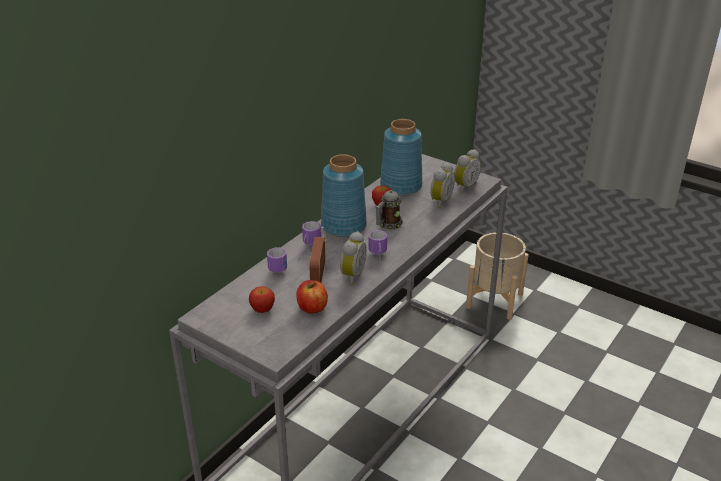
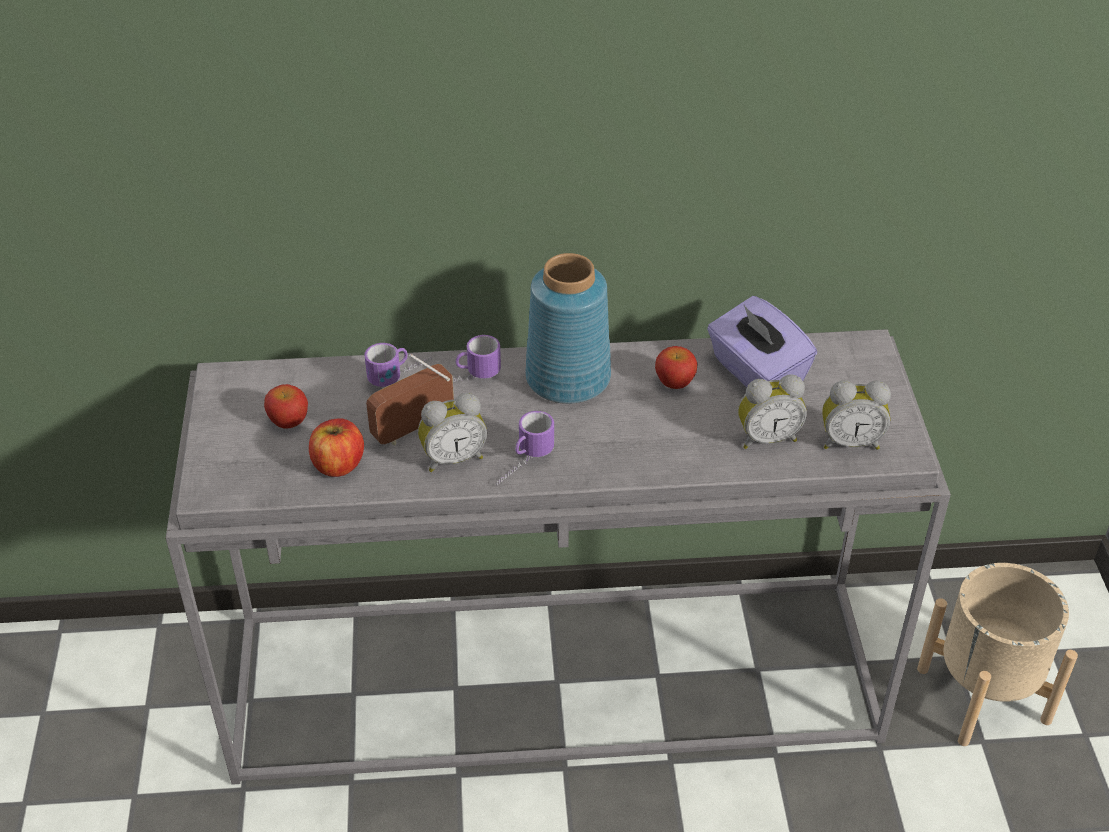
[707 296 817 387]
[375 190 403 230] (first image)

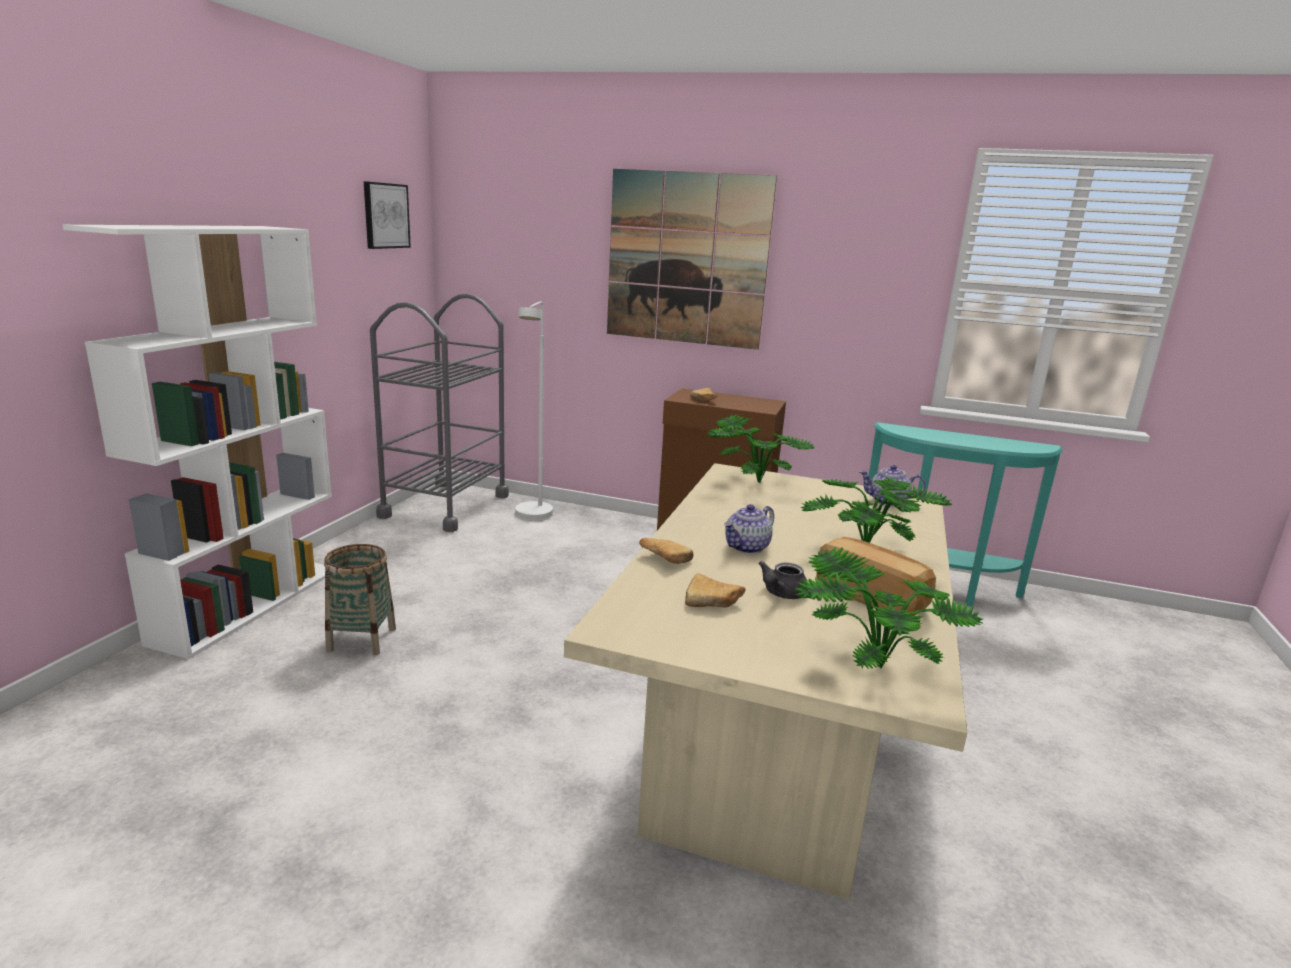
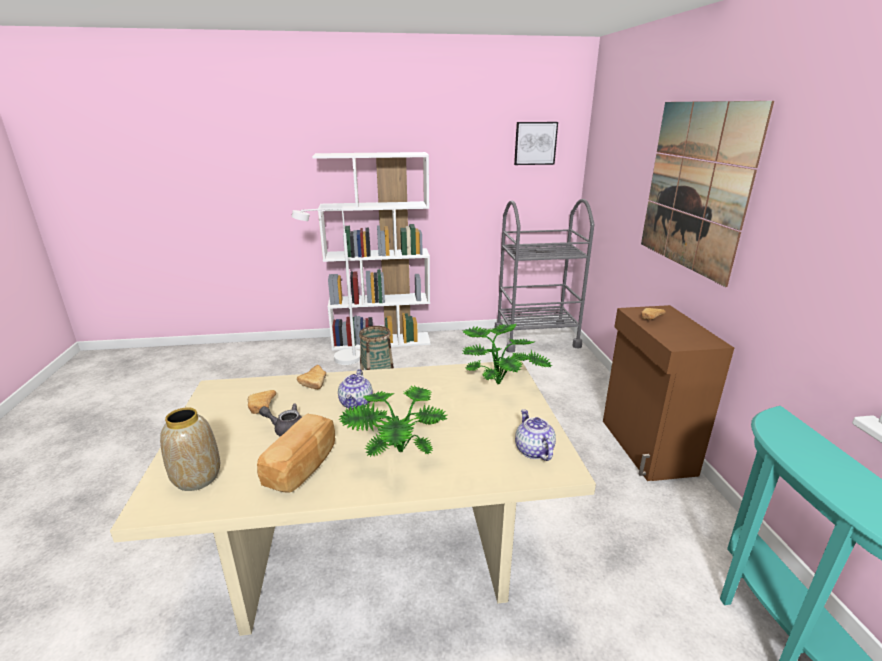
[160 407 220 491]
[292 208 360 365]
[338 369 373 410]

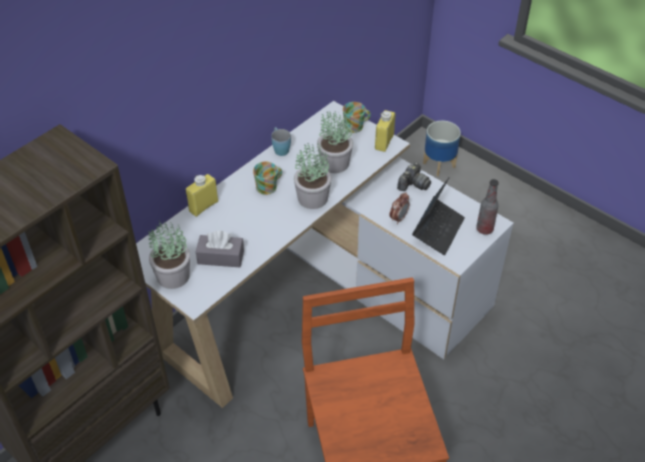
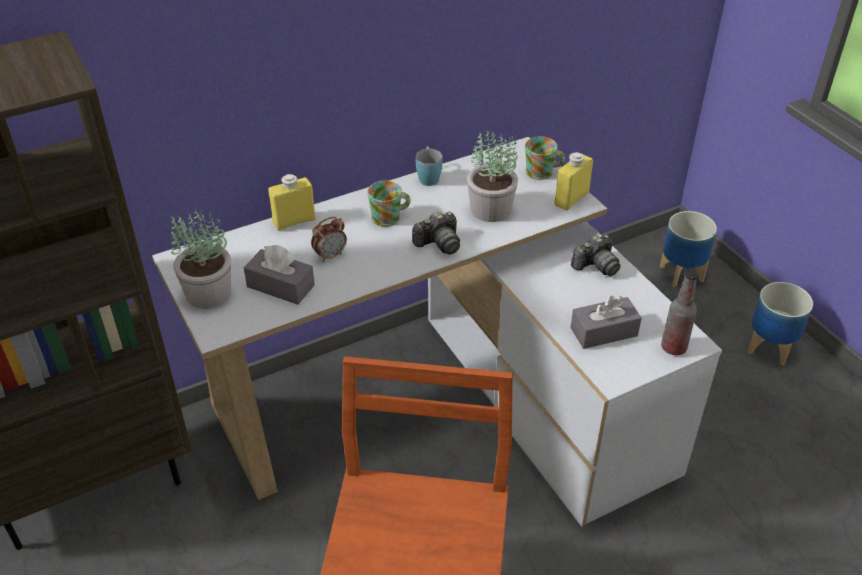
[311 217 347 262]
[412 211 460 255]
[570 296 642 349]
[747 282 813 365]

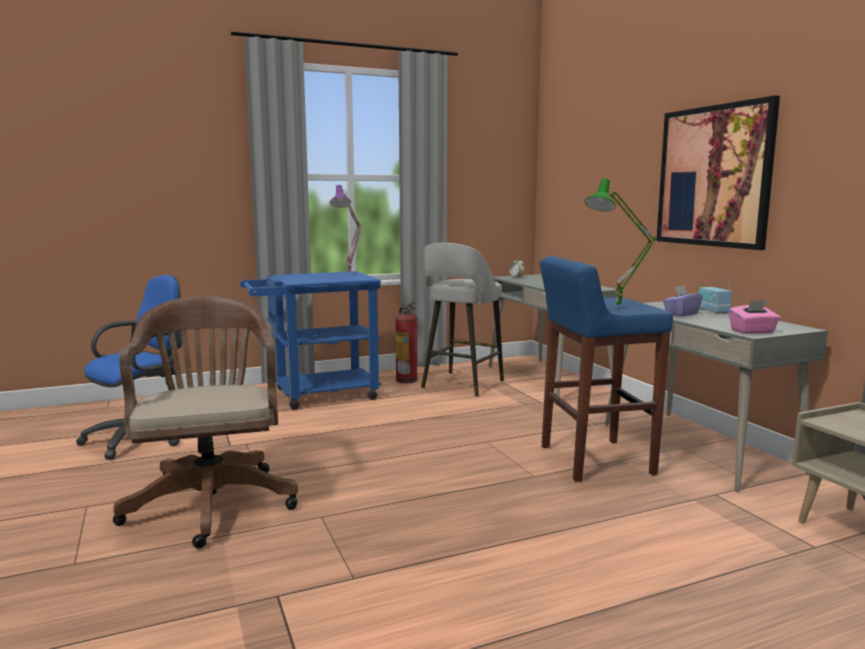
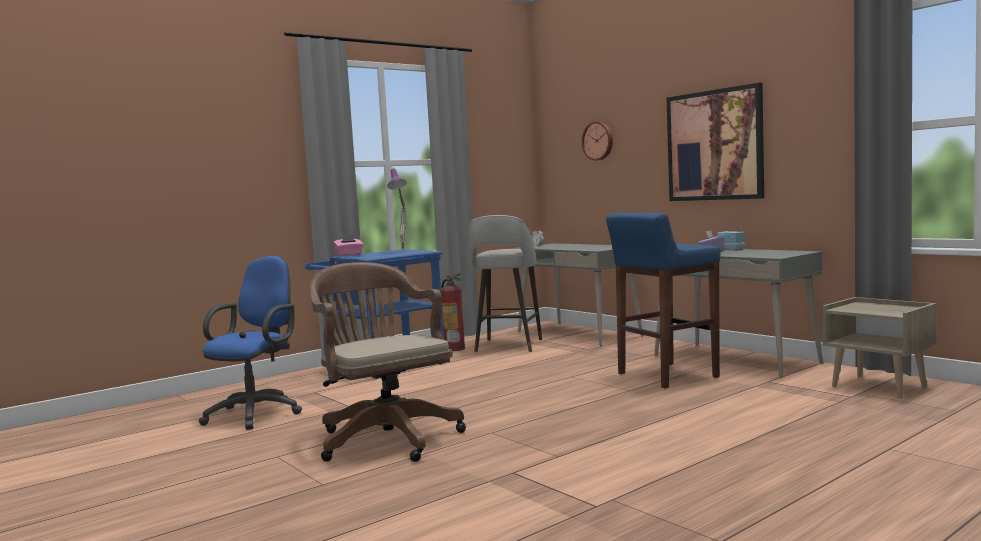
[333 234 364 256]
[582 122 613 161]
[584 178 657 308] (first image)

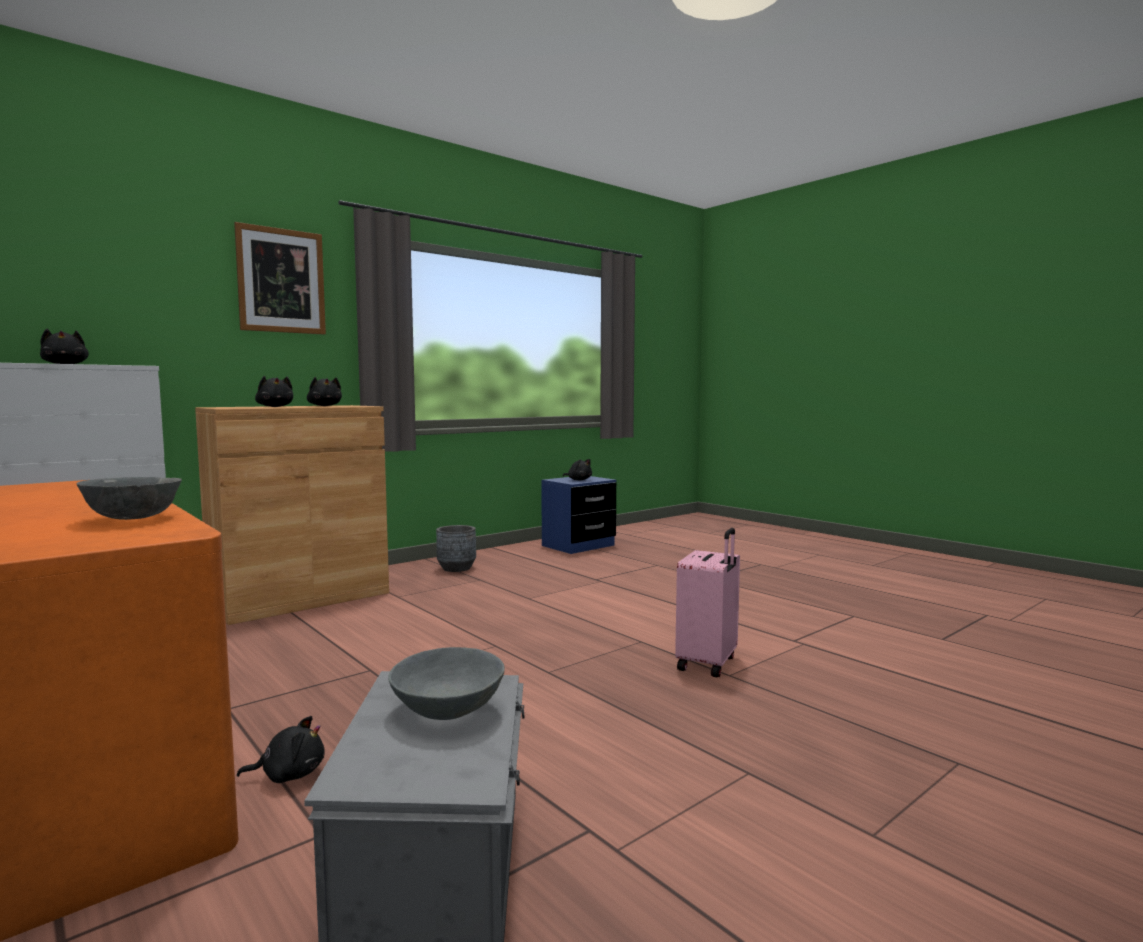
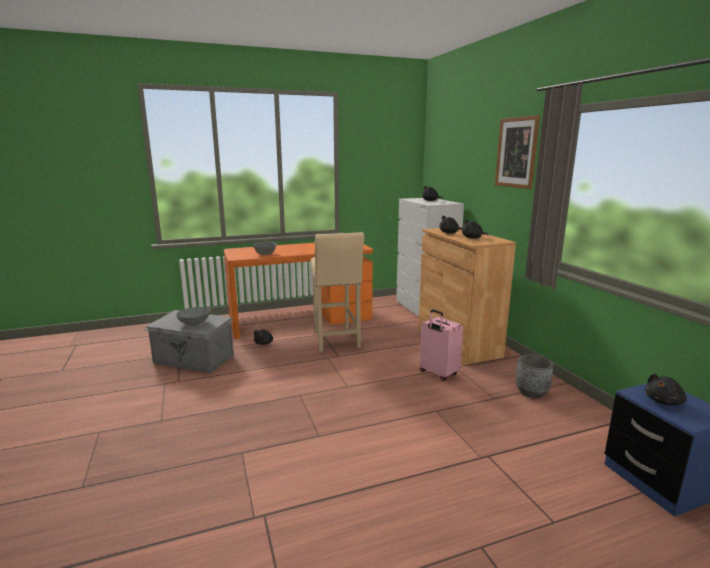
[311 232 364 352]
[420 309 463 381]

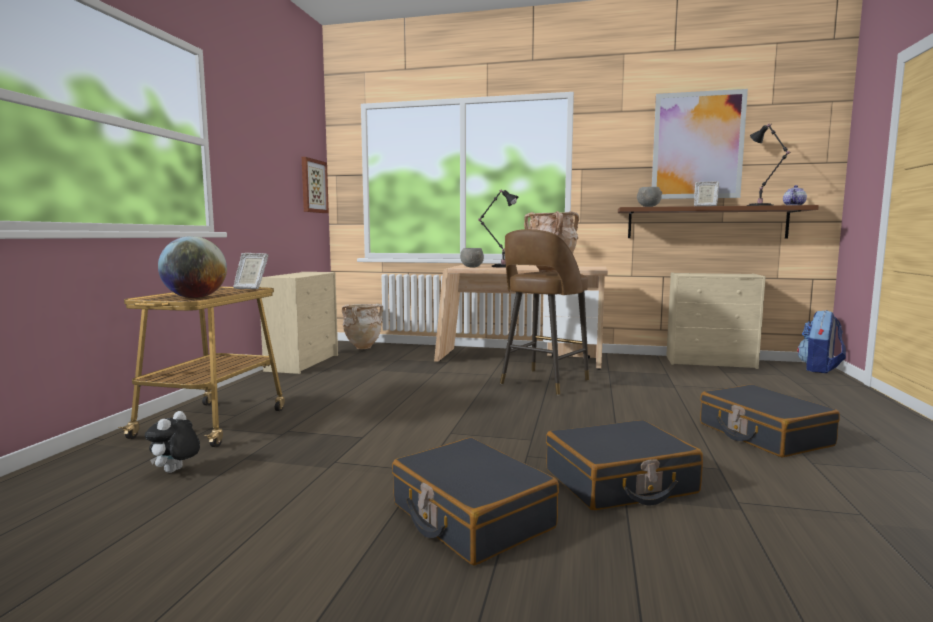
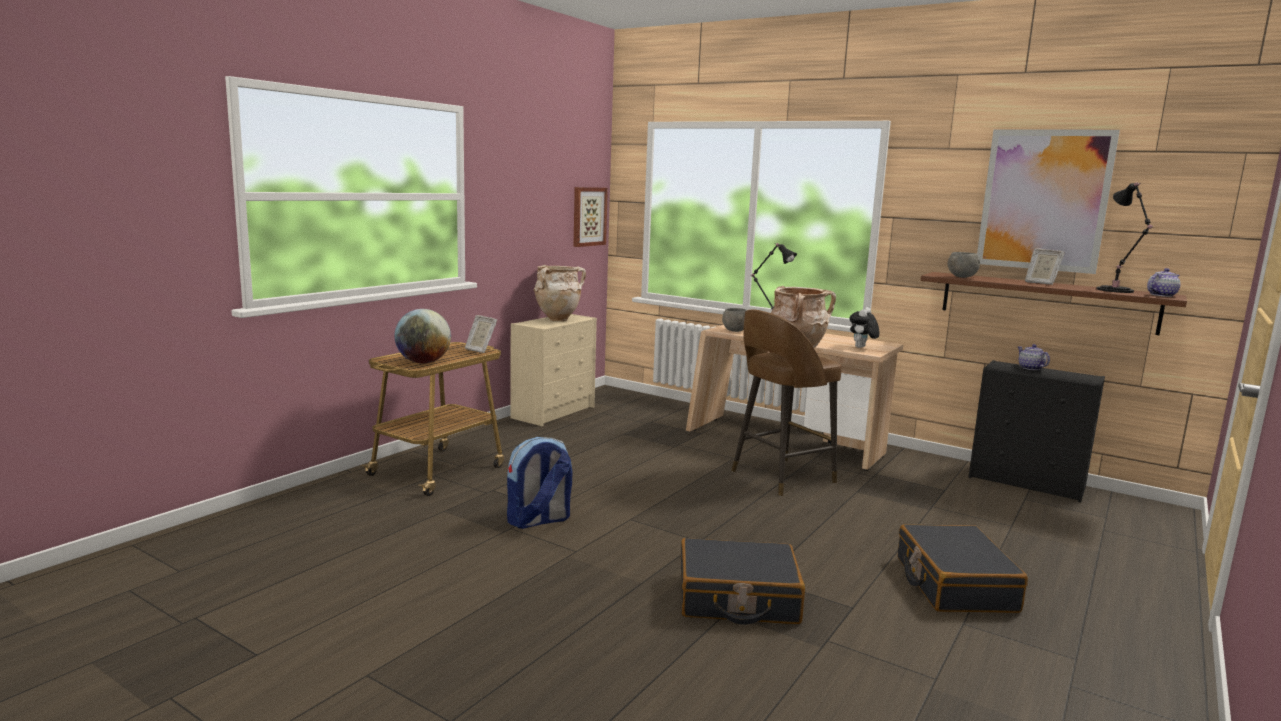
[507 437 572 529]
[533 265 586 321]
[849 307 879 348]
[968 360 1105 503]
[1018 344 1050 370]
[392 437 559 565] (first image)

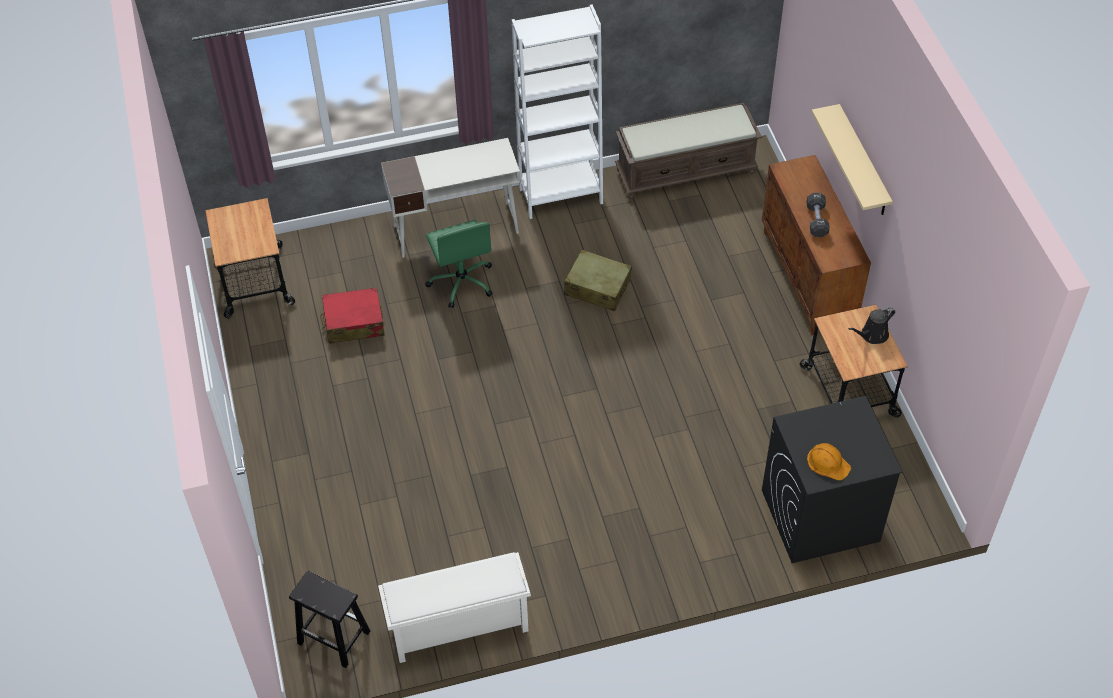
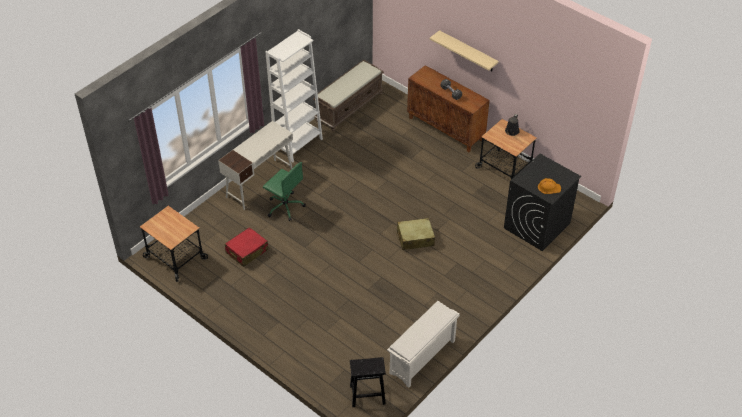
[396 218 435 250]

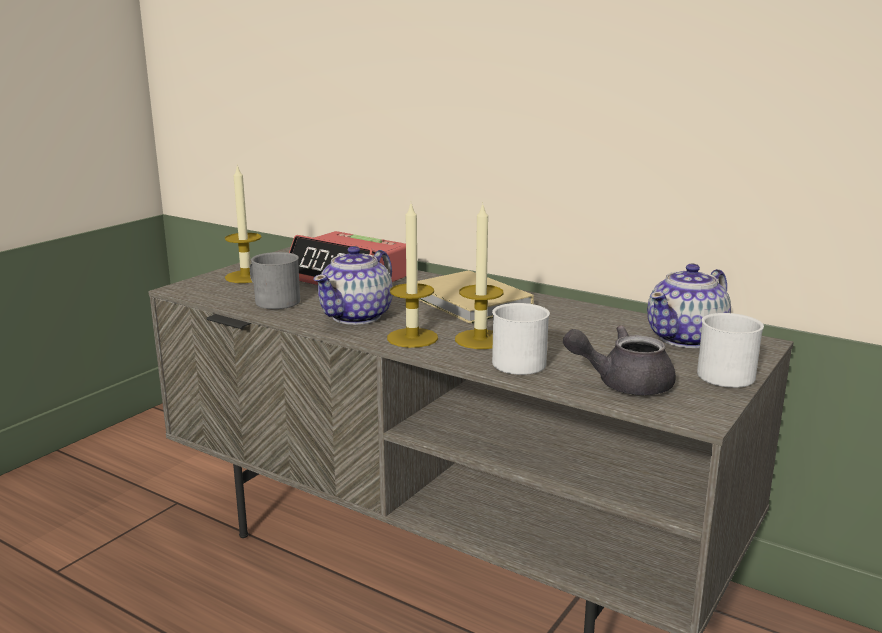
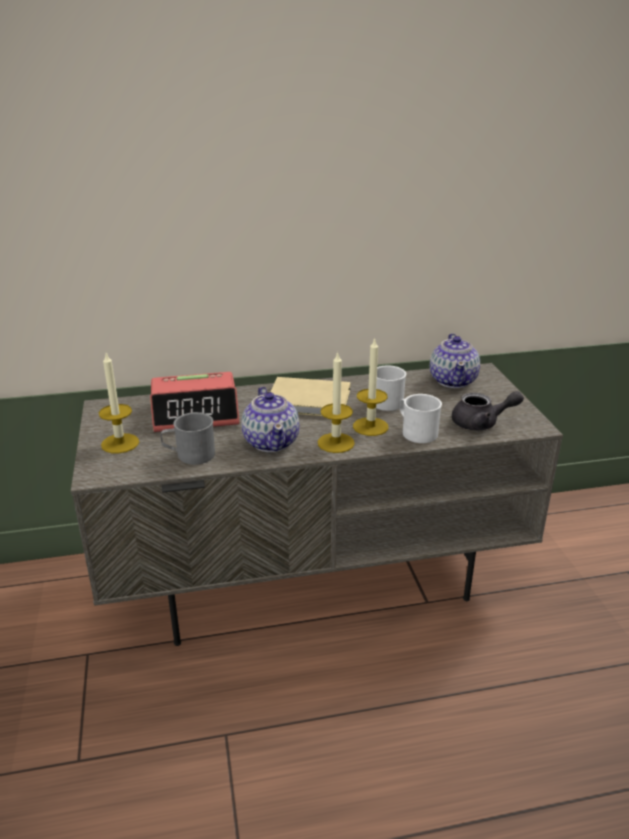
[376 365 406 411]
[452 391 524 430]

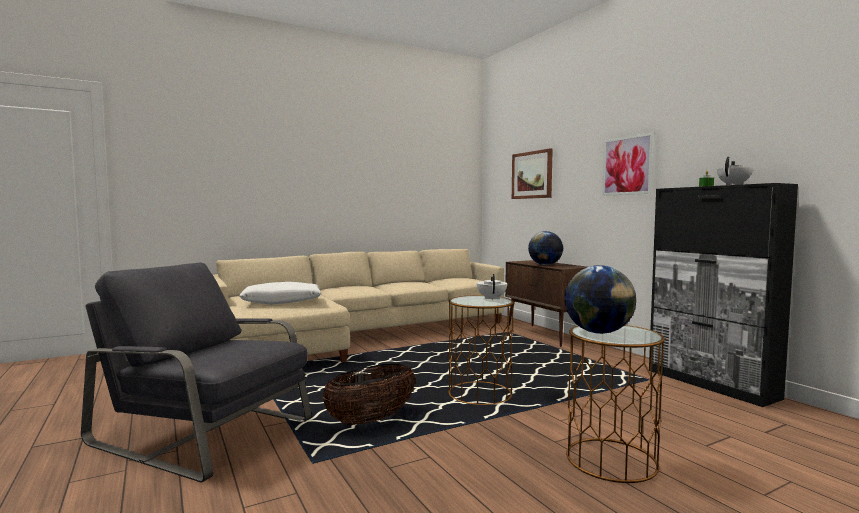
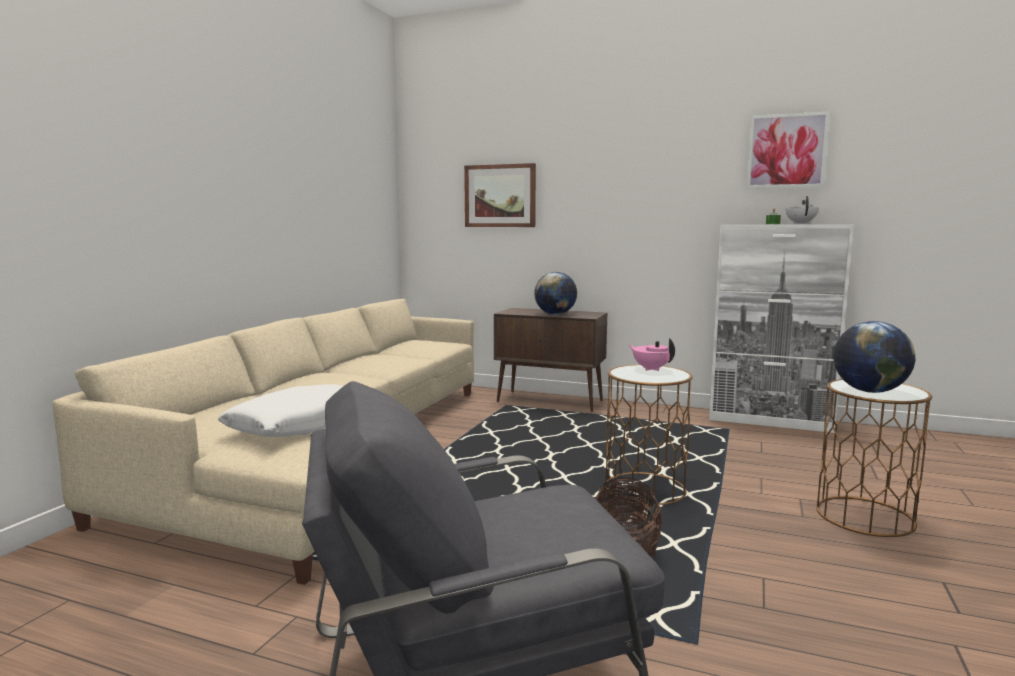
[629 338 675 371]
[709 224 854 433]
[747 111 830 189]

